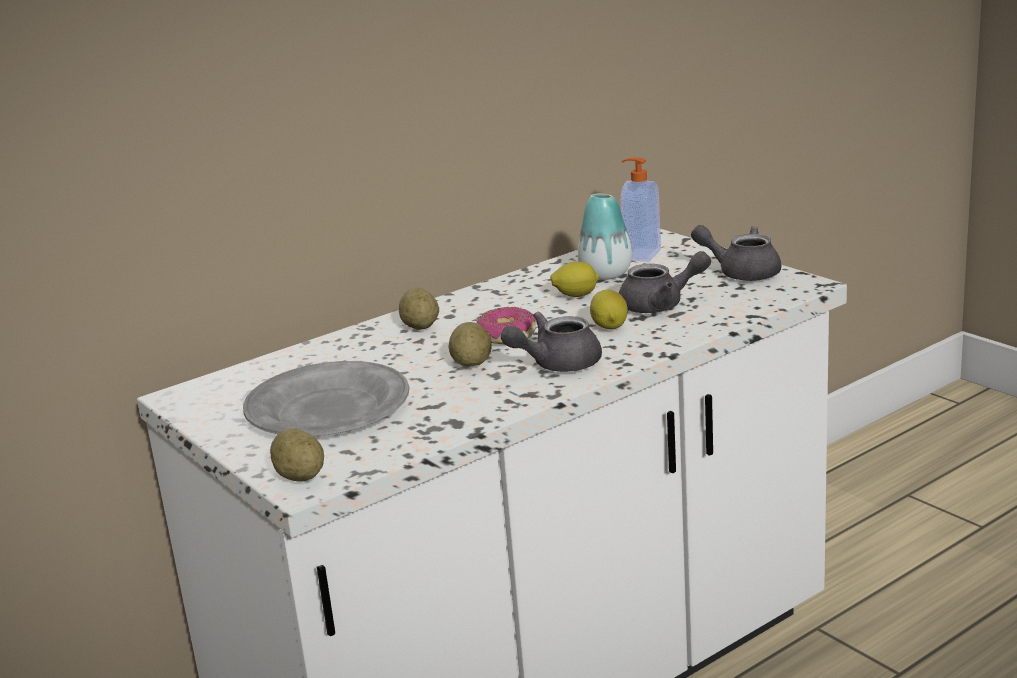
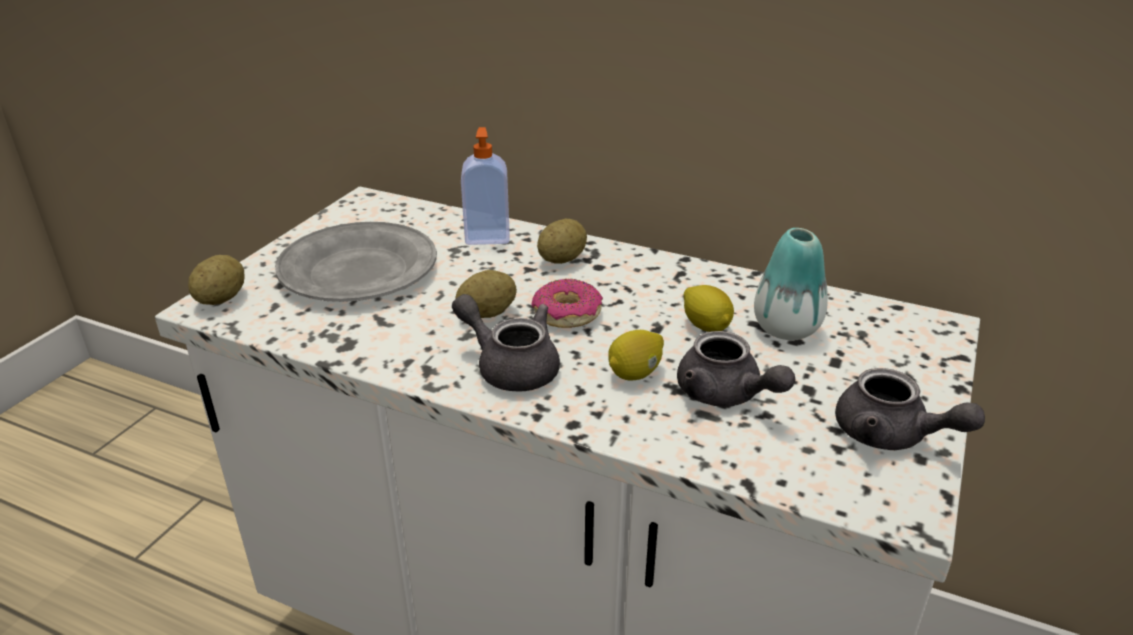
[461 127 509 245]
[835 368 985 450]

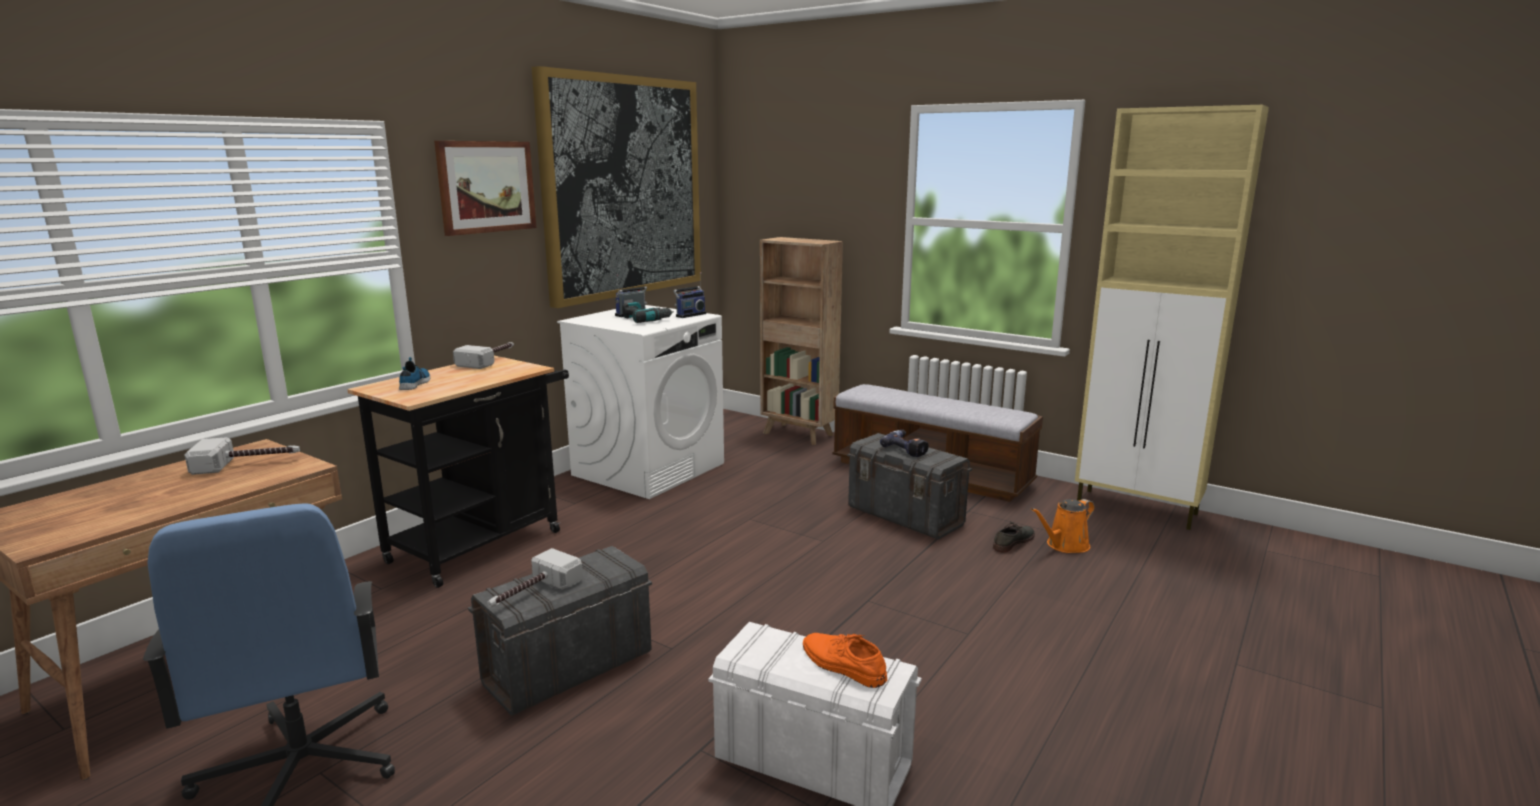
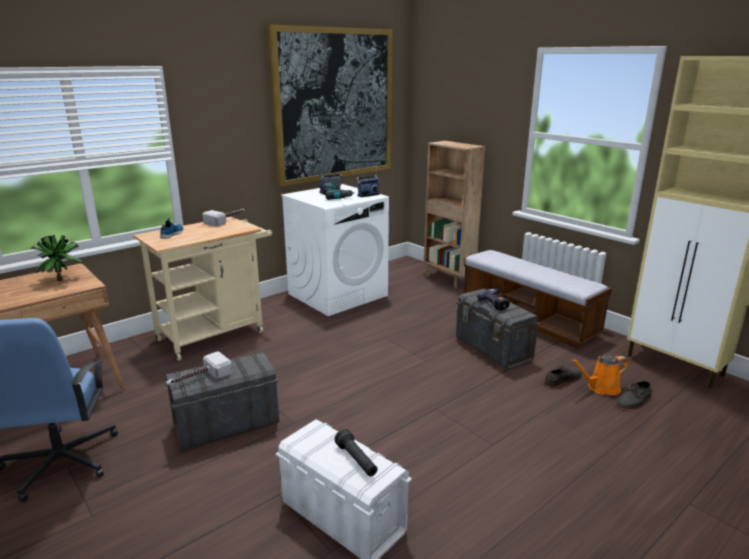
[31 235 82 281]
[133 217 272 361]
[335 429 378 476]
[617 381 652 409]
[434 141 536 236] (first image)

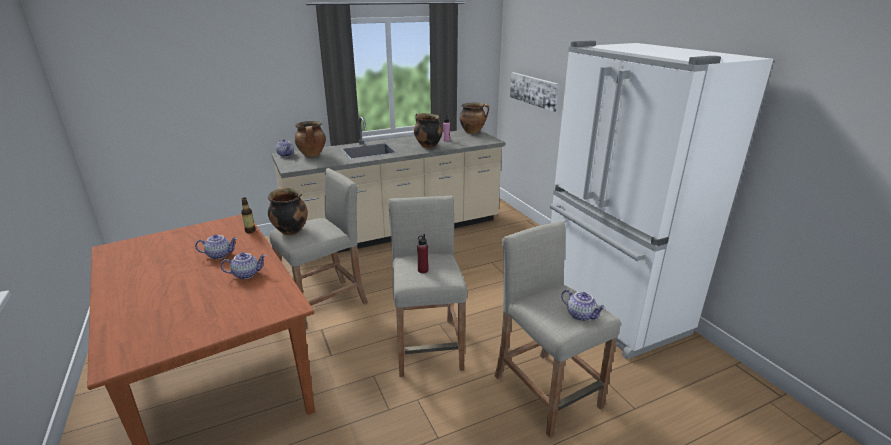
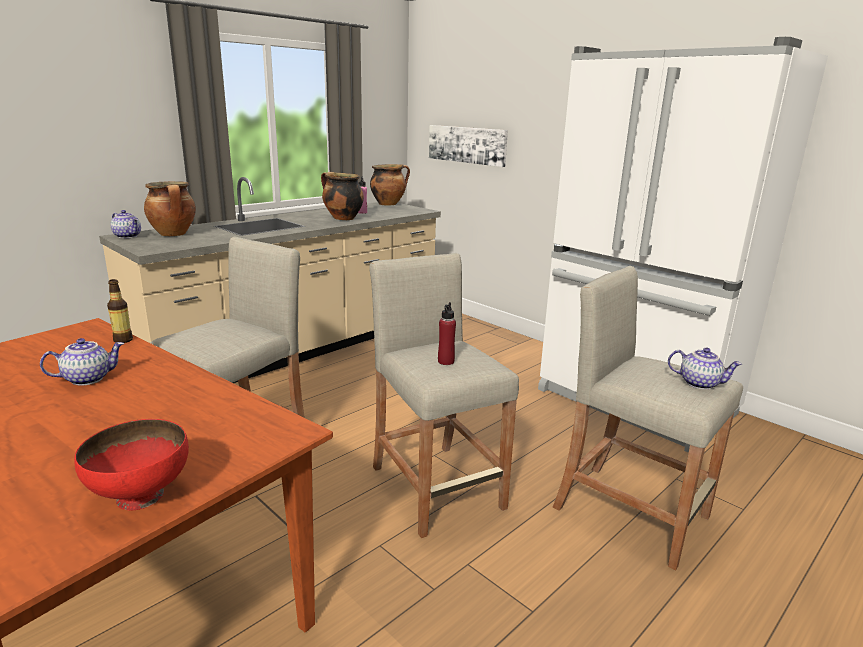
[74 419 189 510]
[221 252 266 279] (first image)
[268 187 308 235] (first image)

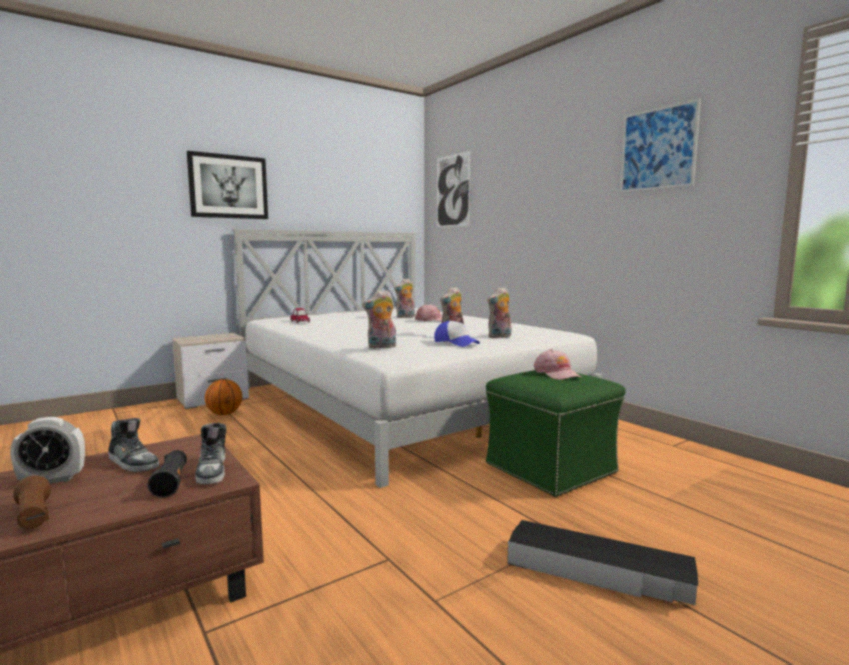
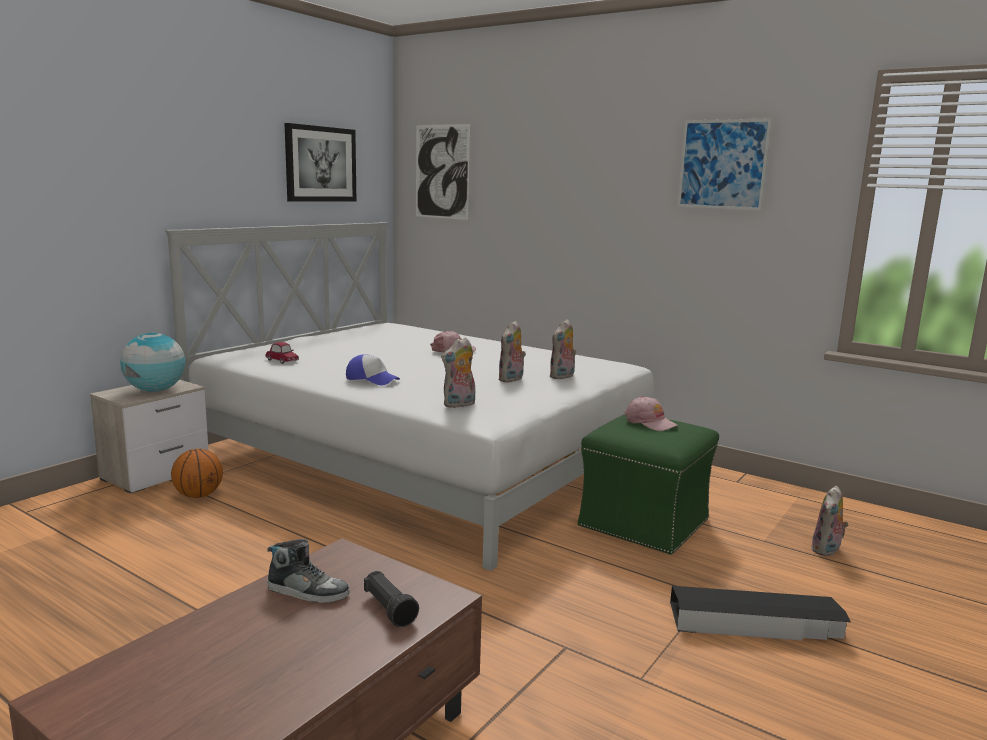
[120 333 185 392]
[284 123 356 202]
[346 354 400 385]
[811 486 849 556]
[10 417 85 483] (first image)
[14 475 51 529] (first image)
[195 423 227 485] (first image)

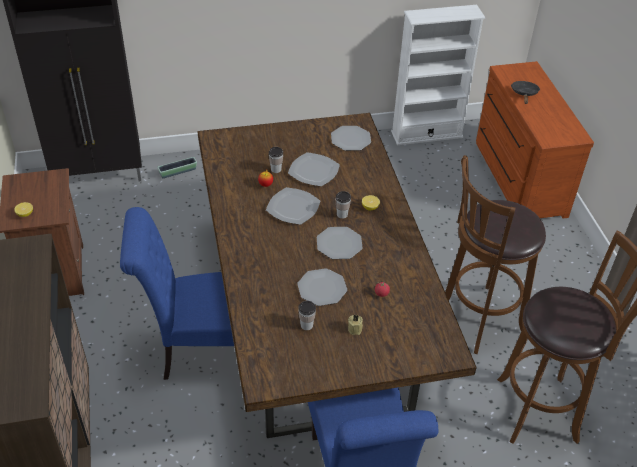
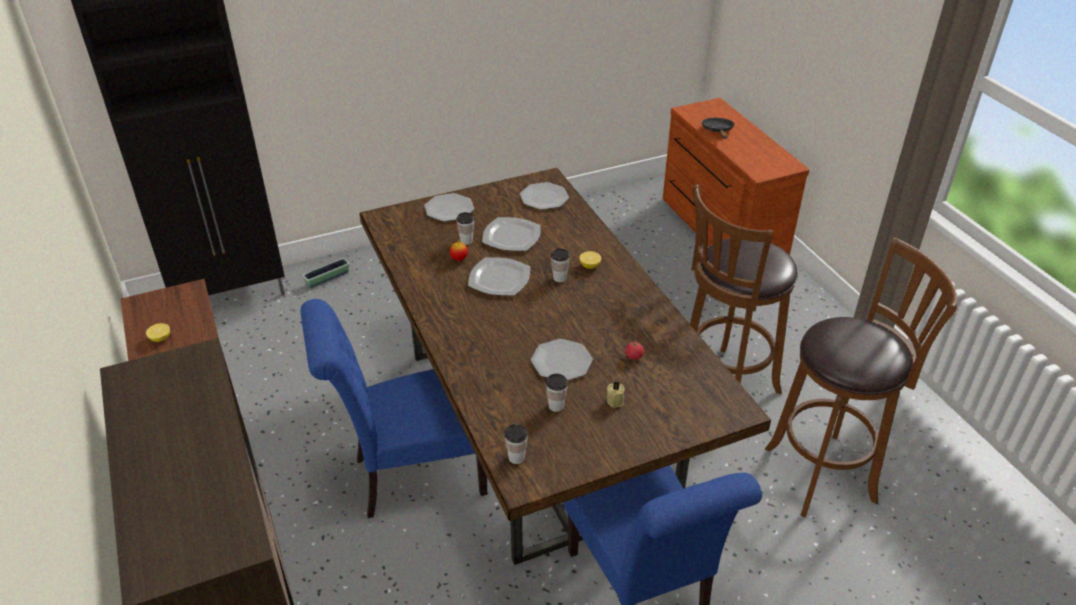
[424 193 474 222]
[505 424 528 464]
[391 5 485 145] (first image)

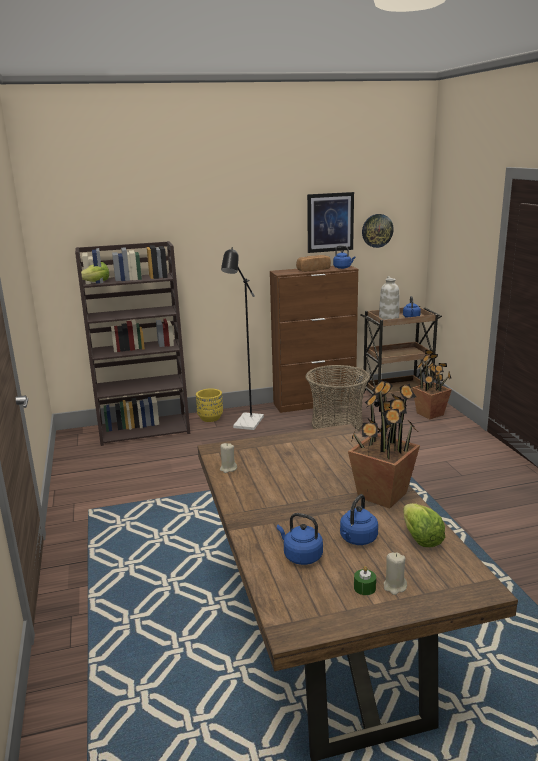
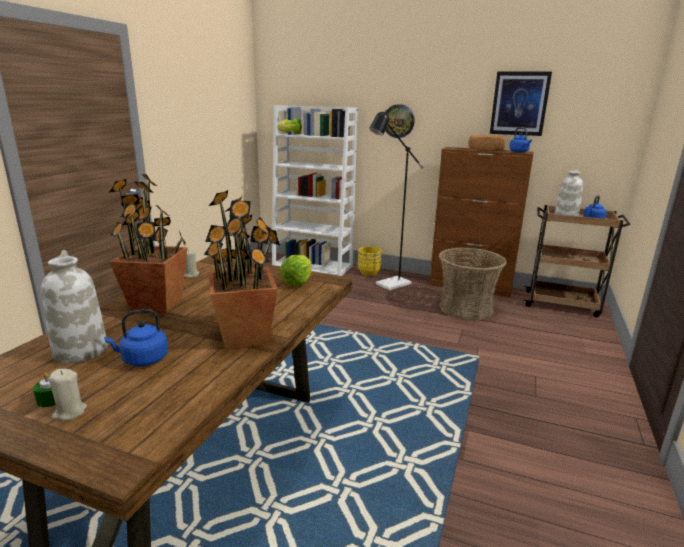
[41 250 107 363]
[109 173 188 314]
[272 105 358 276]
[280 255 312 286]
[385 104 415 138]

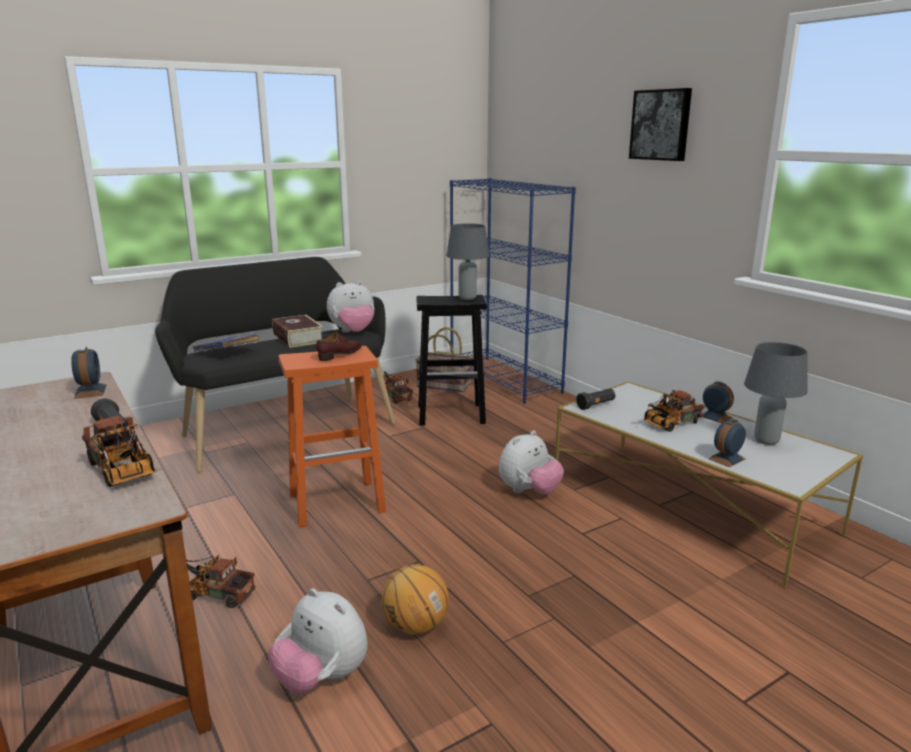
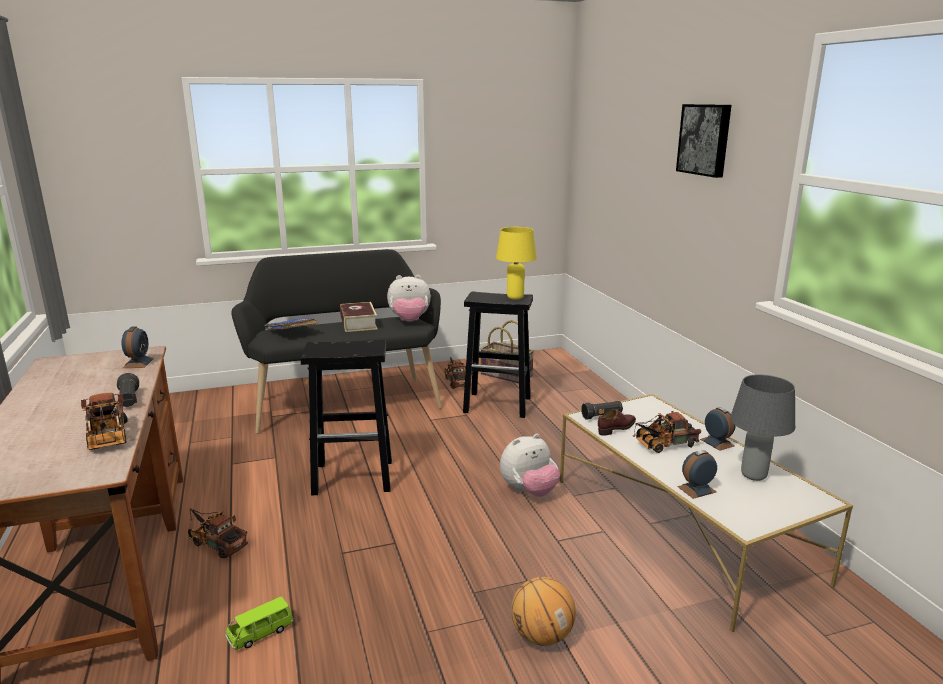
[225 596 294 650]
[300 340 392 495]
[496 227 537 300]
[511 577 576 646]
[598 409 636 436]
[450 178 576 404] (first image)

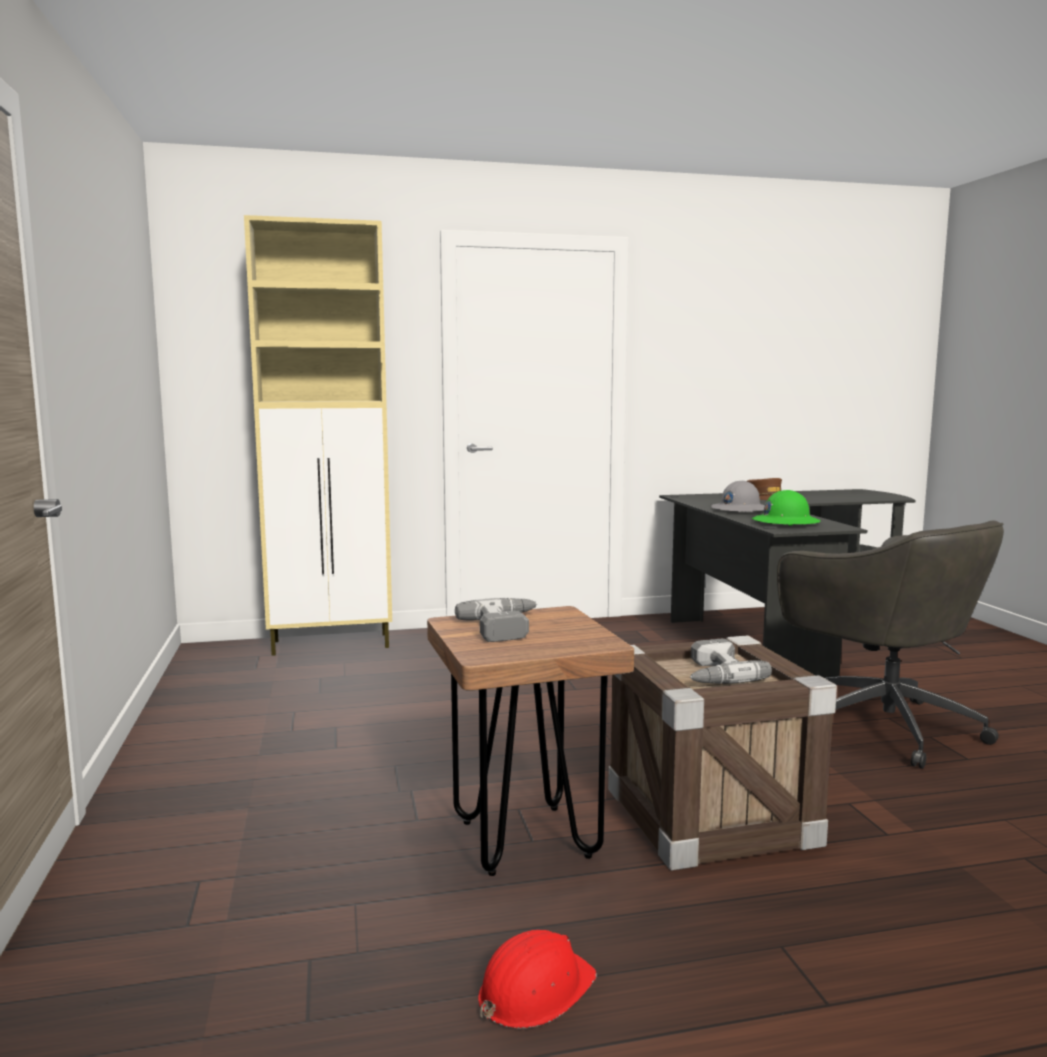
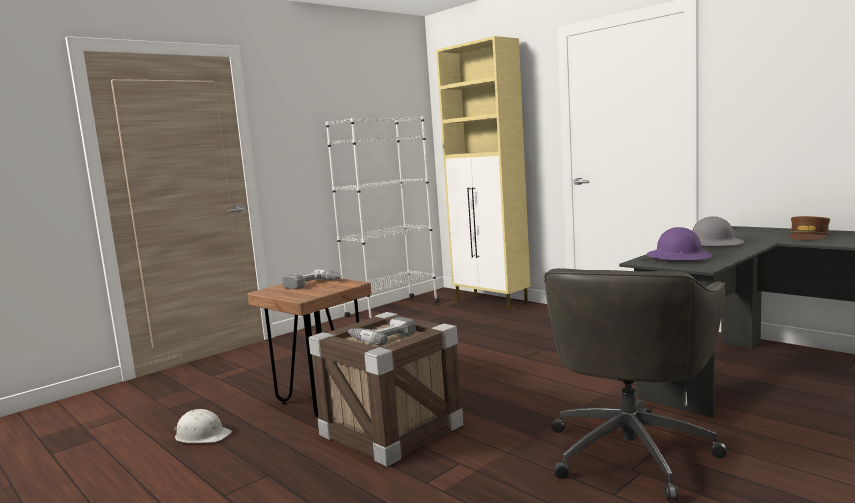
[174 409 232 443]
[326 116 440 318]
[647 227 713 261]

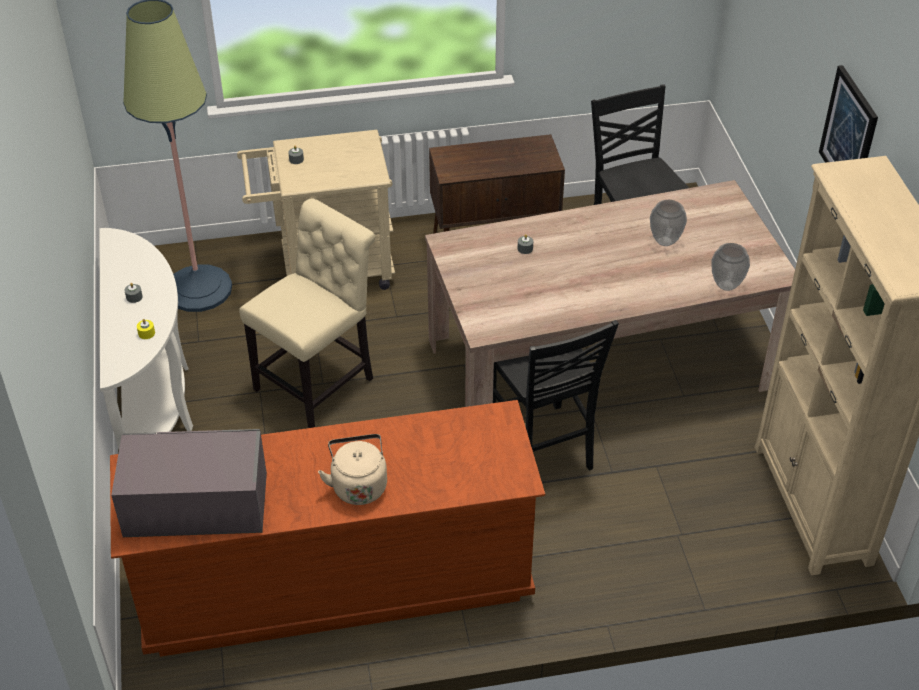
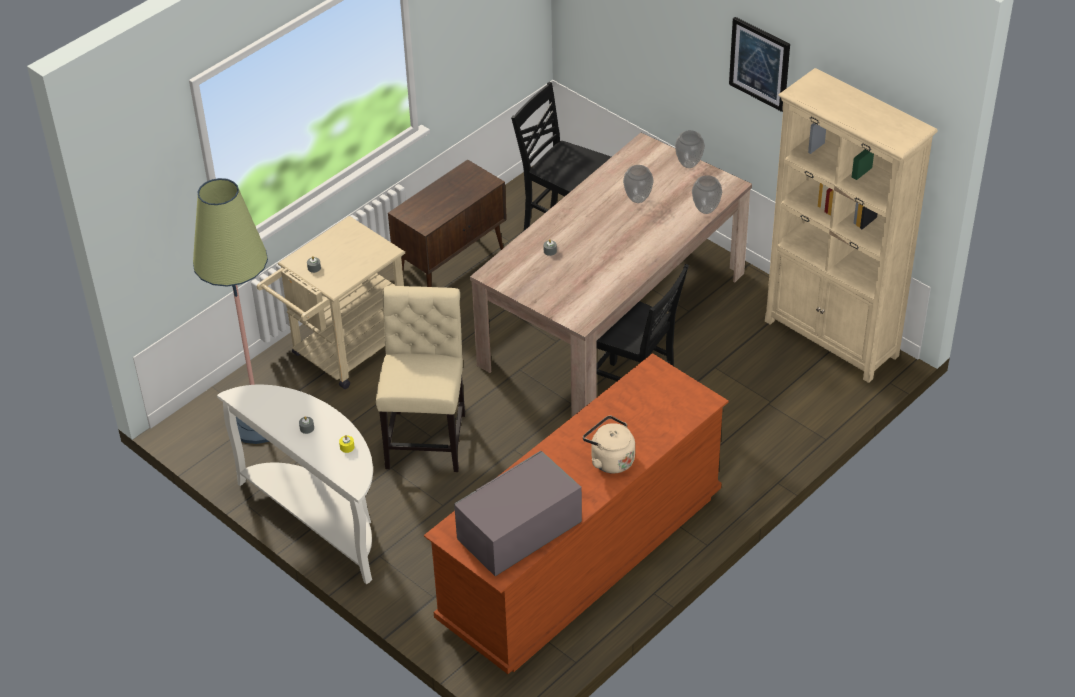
[675 130 705 168]

